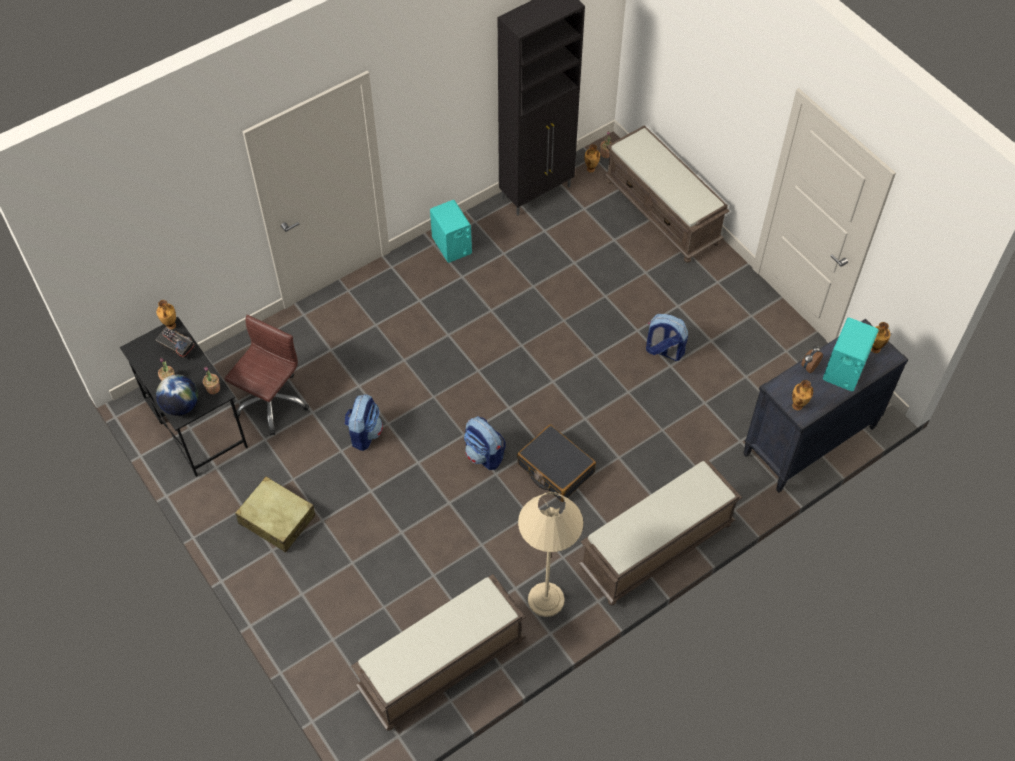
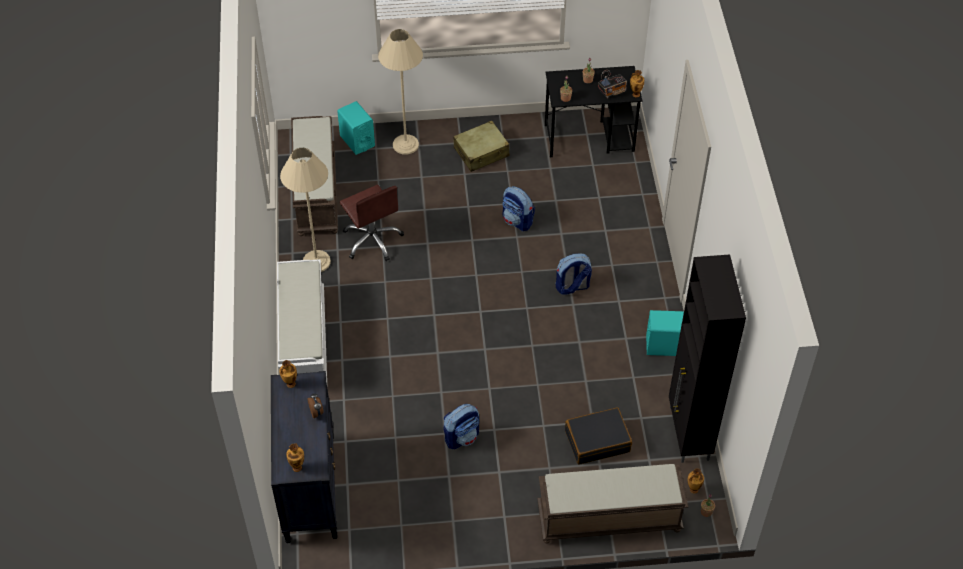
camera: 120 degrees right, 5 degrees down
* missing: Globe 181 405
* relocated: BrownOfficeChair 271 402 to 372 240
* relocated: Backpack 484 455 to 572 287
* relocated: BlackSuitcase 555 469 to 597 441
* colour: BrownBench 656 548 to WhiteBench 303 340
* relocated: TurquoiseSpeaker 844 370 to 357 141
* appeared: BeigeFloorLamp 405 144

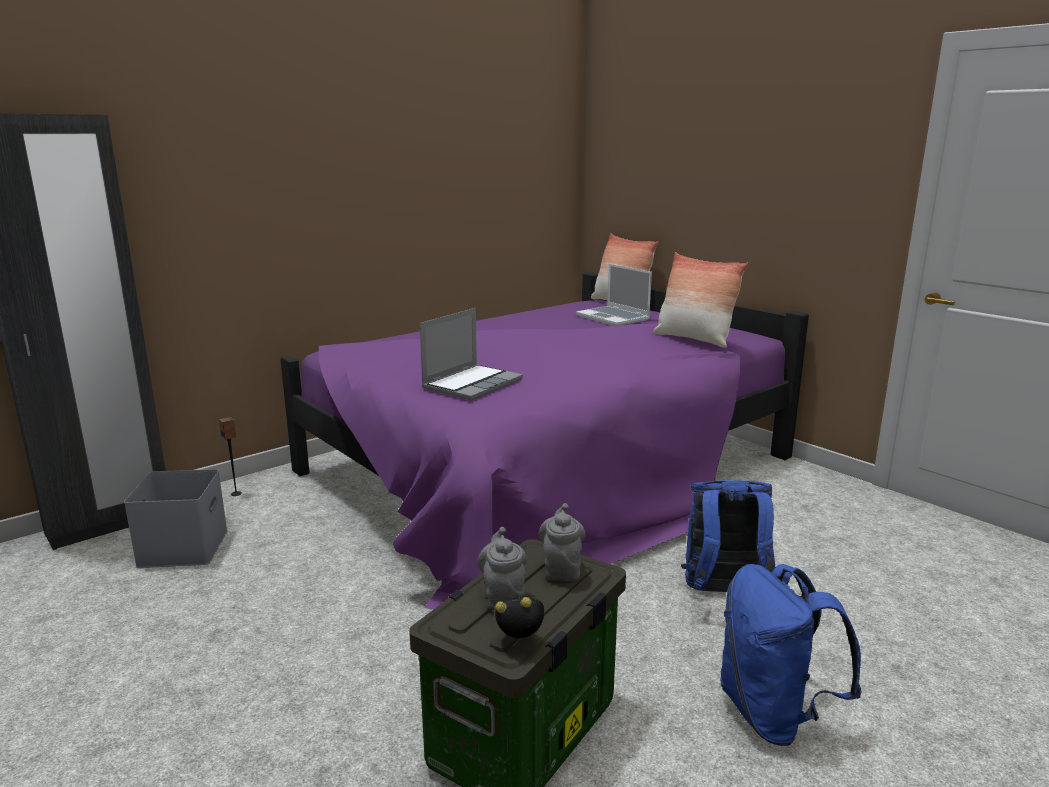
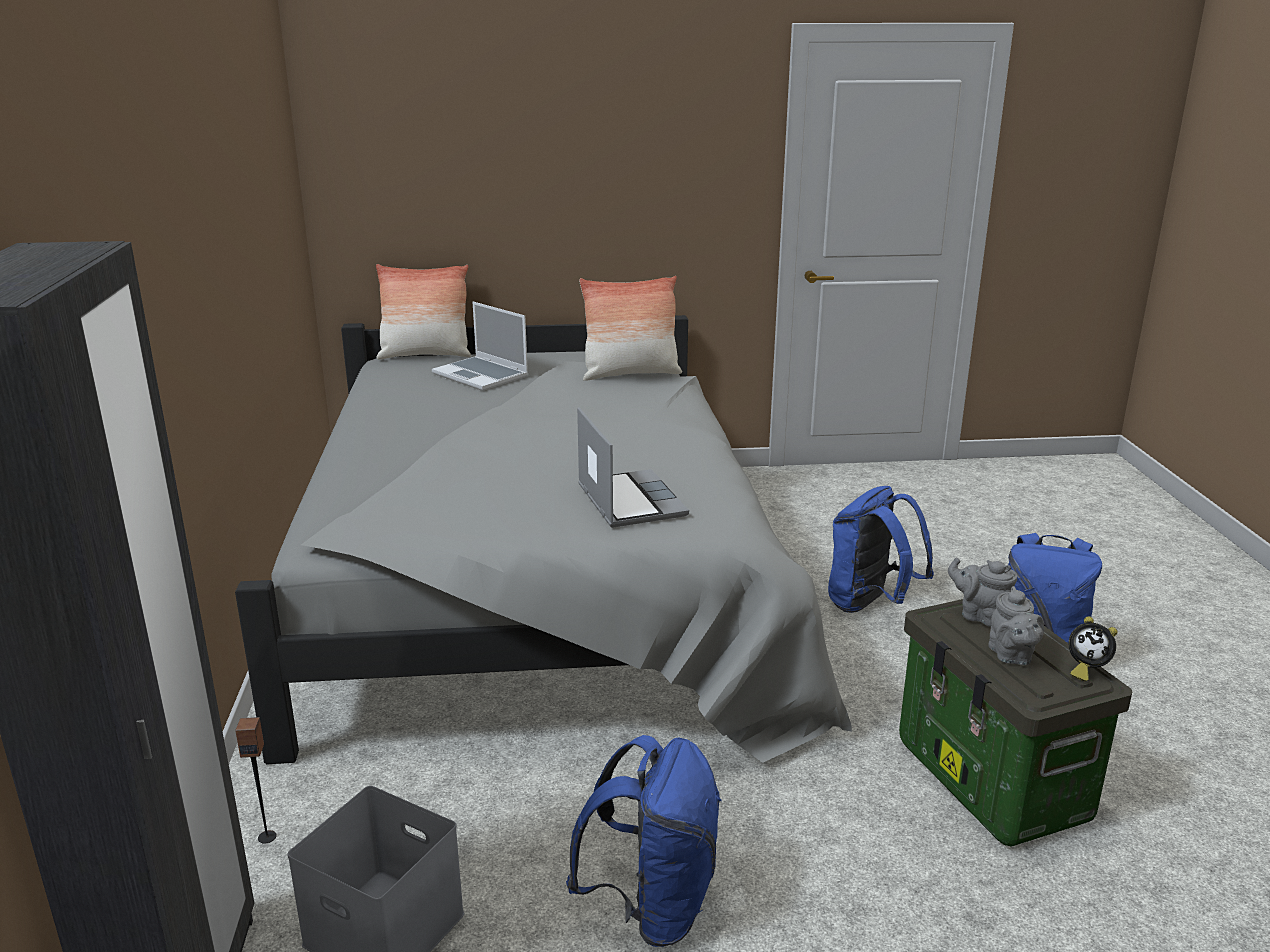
camera: 55 degrees left, 5 degrees up
* colour: PurpleBed 547 472 to GreyBed 543 589
* spun: GreyTeapot 503 597 = 1011 656 120 degrees counterclockwise
* spun: AlarmClock 521 640 = 1085 669 105 degrees counterclockwise
* spun: Laptop 613 318 = 482 375 45 degrees clockwise
* appeared: BlueBackpack 652 906

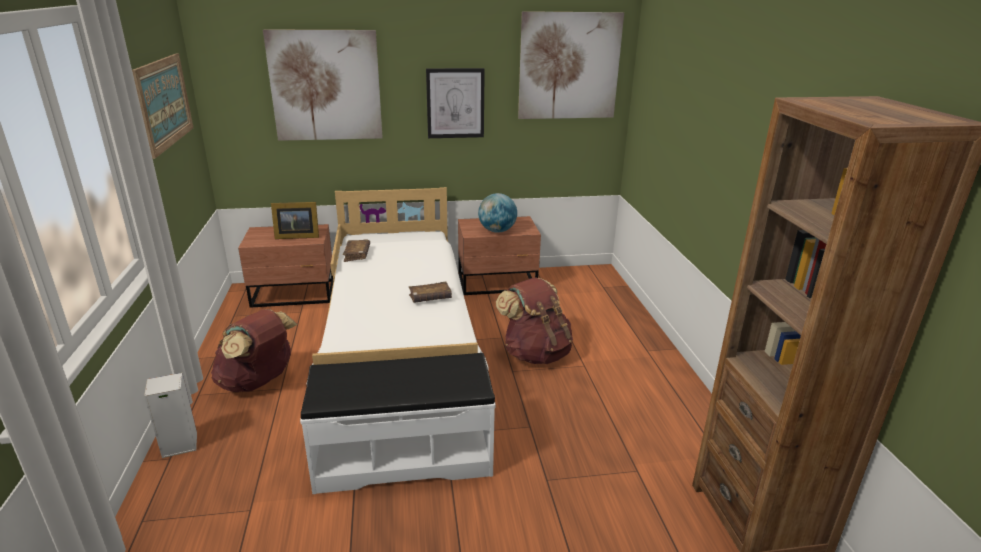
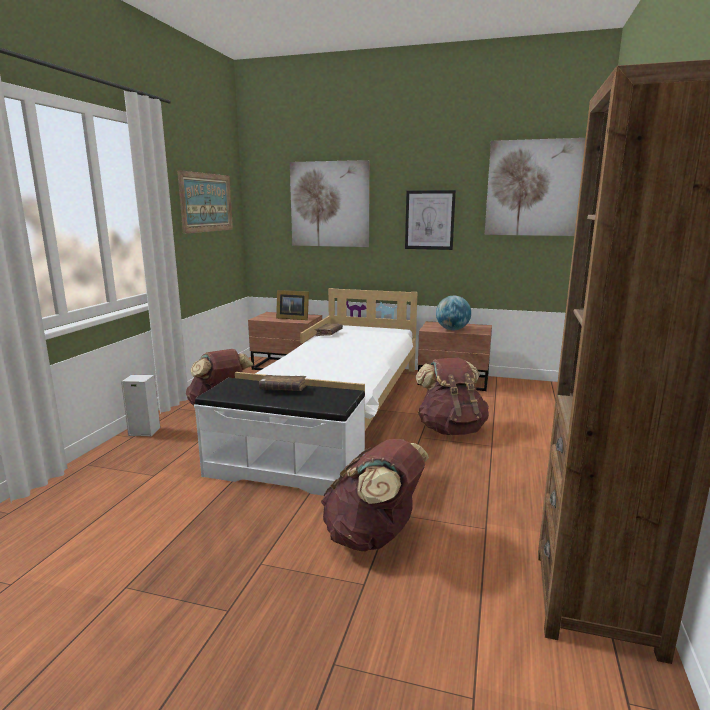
camera: 25 degrees right, 10 degrees down
* relocated: BrownBook 430 298 to 283 389
* appeared: BrownBackpack 373 537

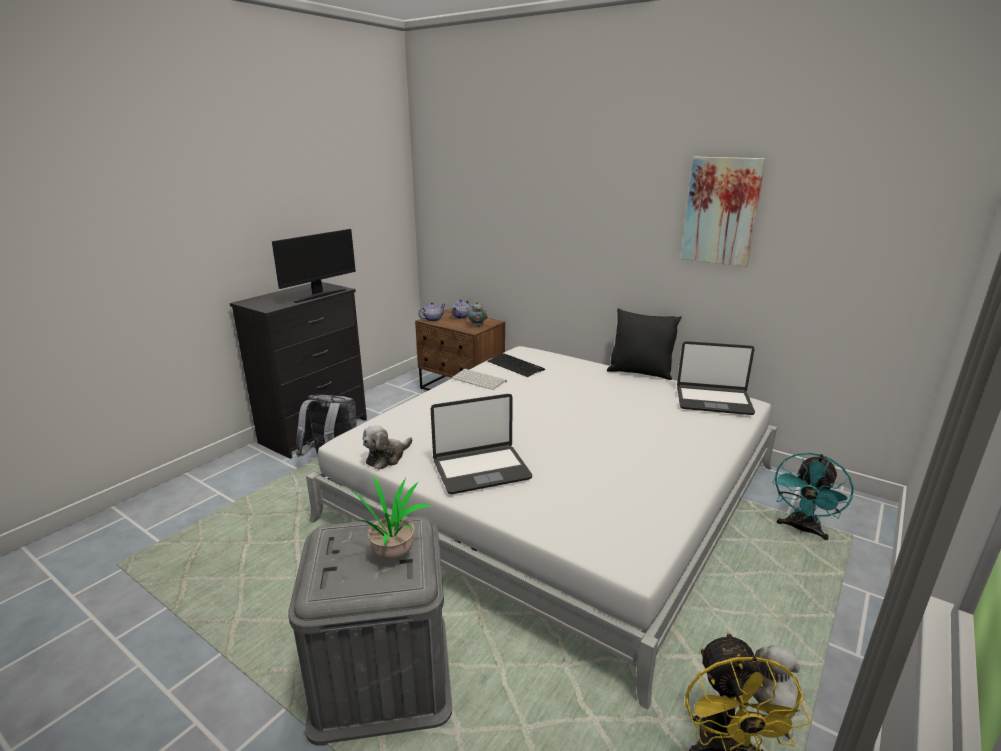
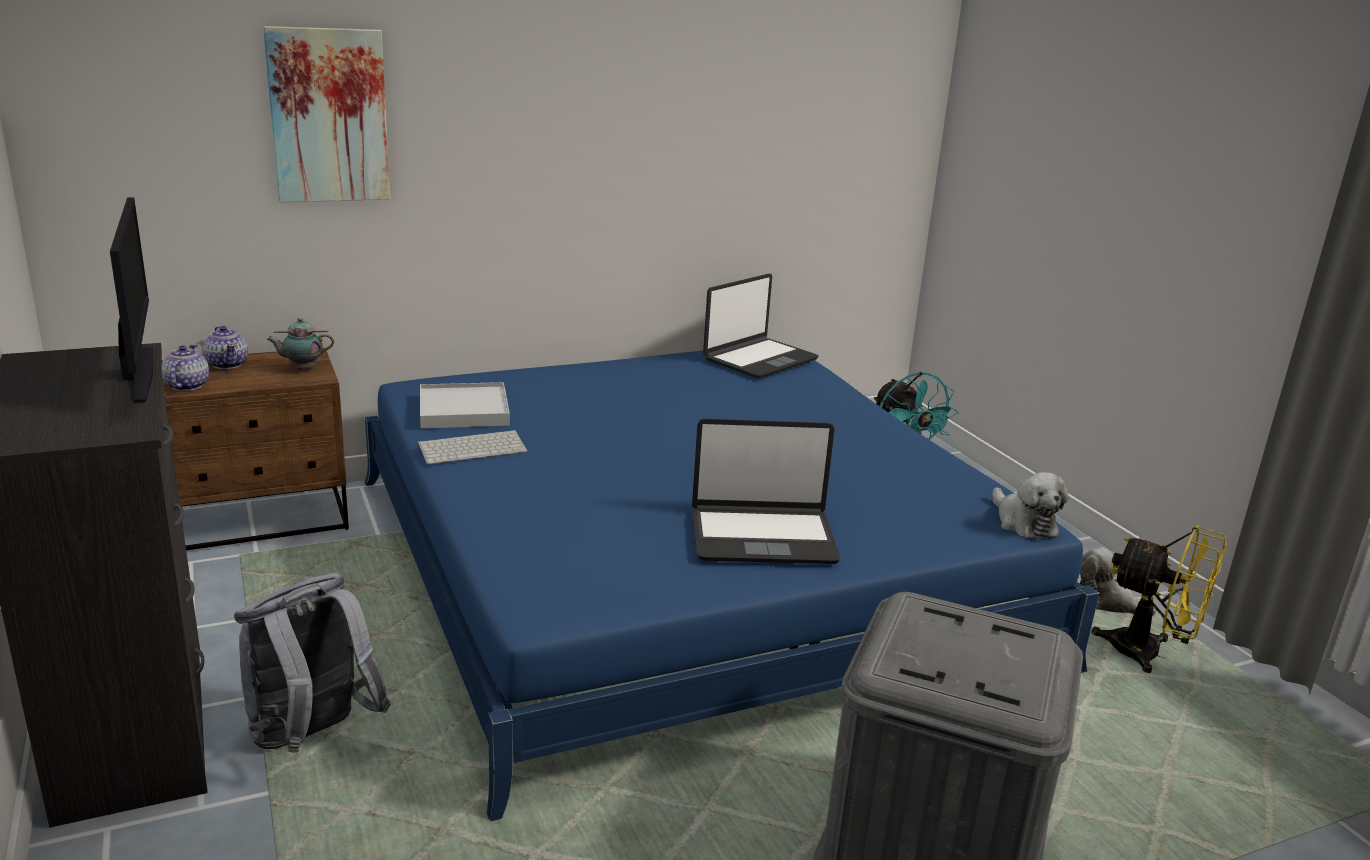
camera: 60 degrees left, 0 degrees up
* colour: WhiteBed 556 493 to BlueBed 682 567
* missing: PottedPlant 391 553
* relocated: PlushToy 387 457 to 1023 522
* spun: Laptop 481 469 = 762 536 75 degrees clockwise
* exchanged: Keyboard 515 366 to WhiteTray 464 410
* missing: BlackPillow 640 373
* relocated: Picture 721 211 to 328 116

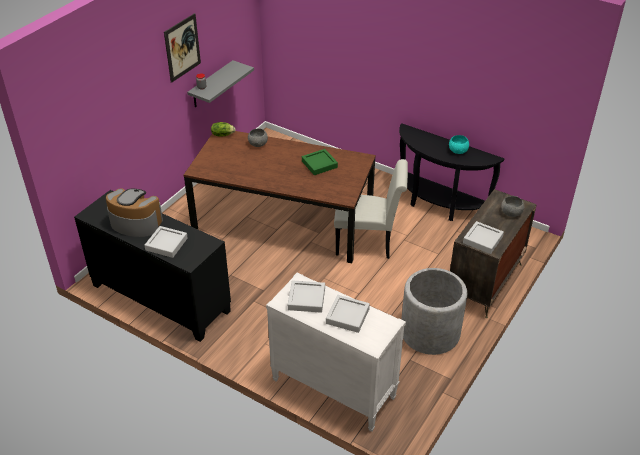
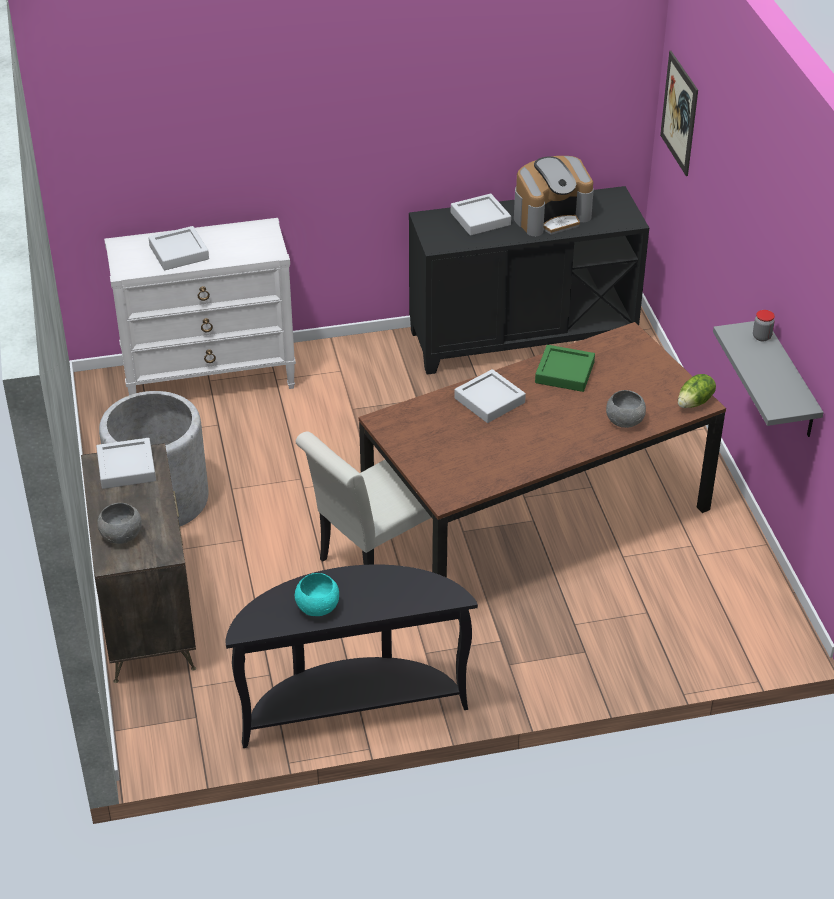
camera: 135 degrees right, 0 degrees up
* relocated: Picture 182 47 to 679 113
* relocated: GreyTray 306 299 to 489 400
* relocated: GreenTray 319 164 to 564 372

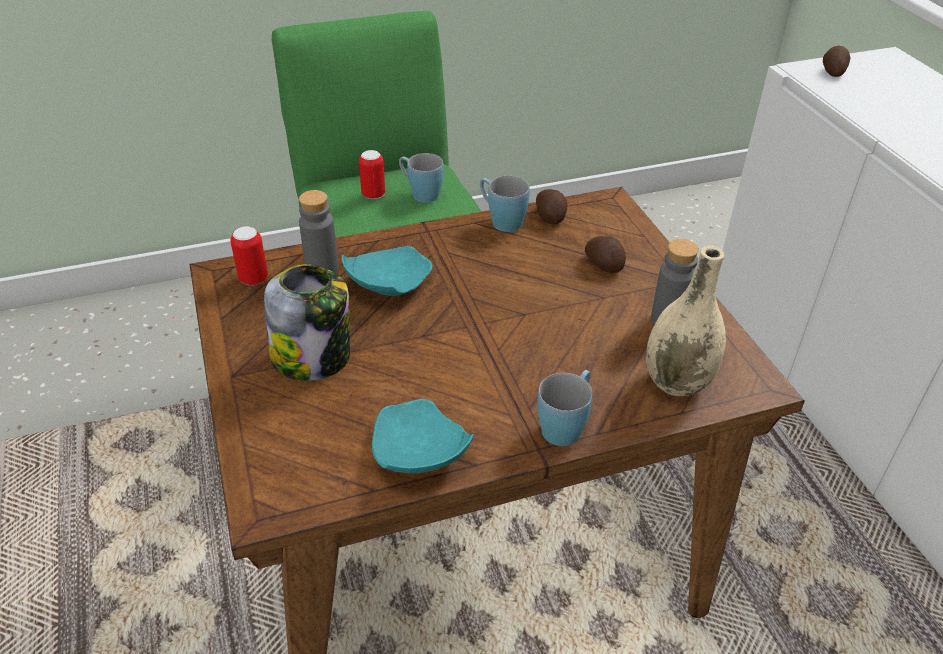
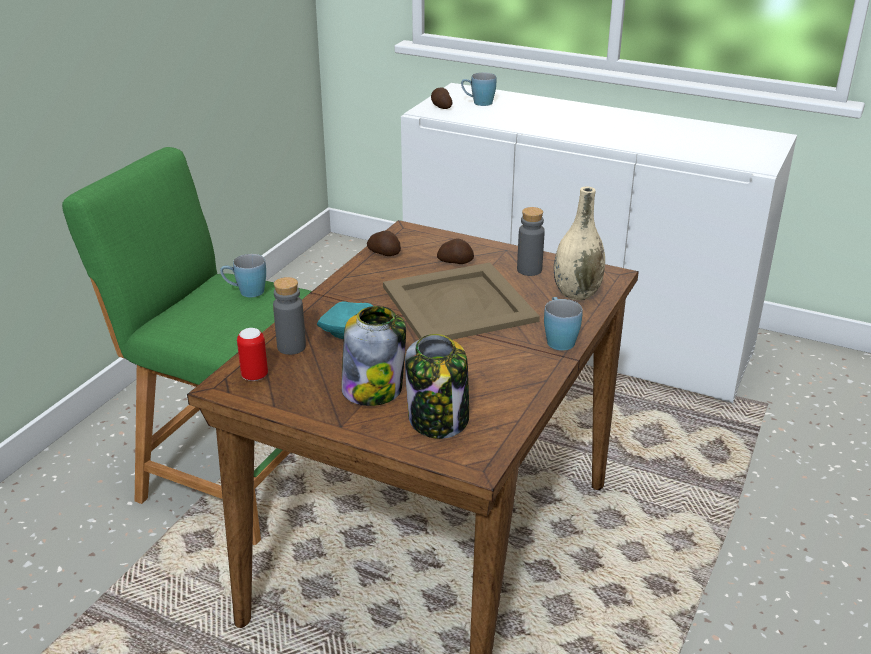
camera: 45 degrees left, 10 degrees down
* missing: Can 373 195
* missing: TurquoisePlate 417 454
* relocated: BlueMug 501 220 to 478 103
* appeared: BeigeTray 458 304
* appeared: Jar 438 419

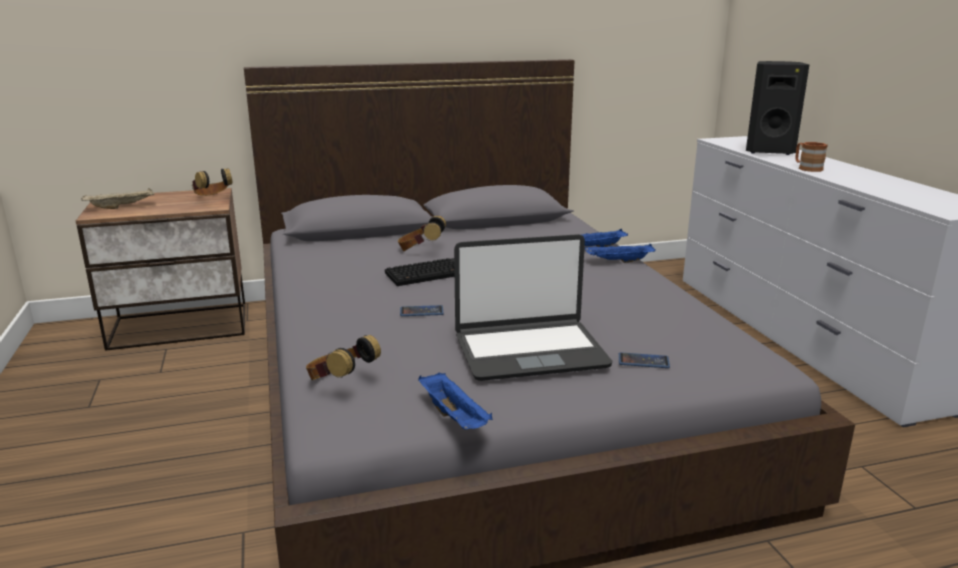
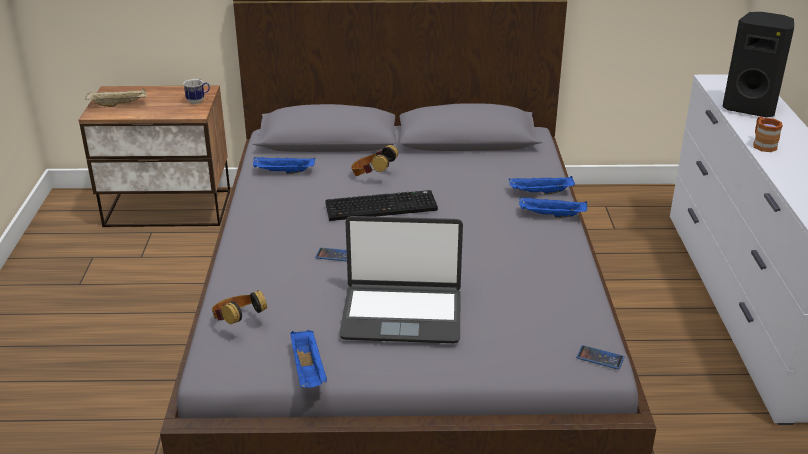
camera: 15 degrees right, 10 degrees up
* exchanged: Headphones 213 198 to Mug 198 101
* relocated: Phone 643 361 to 600 358
* appeared: BlueTray 283 172

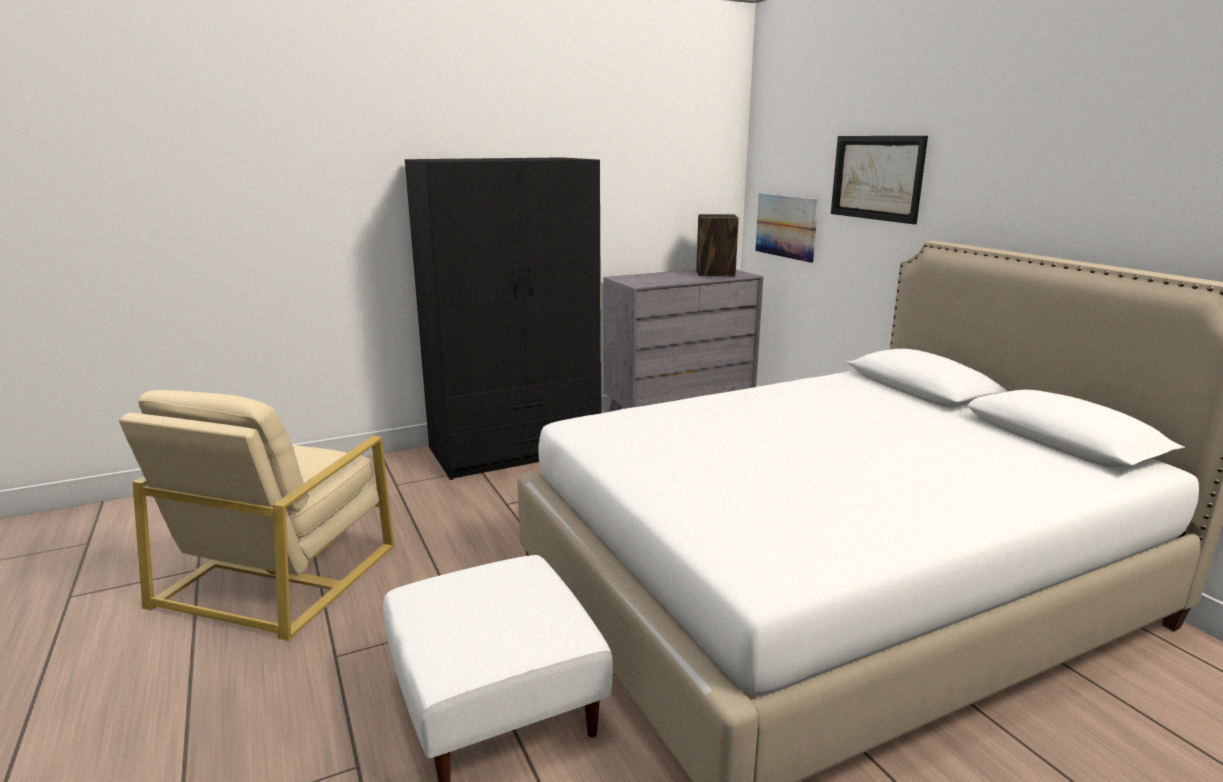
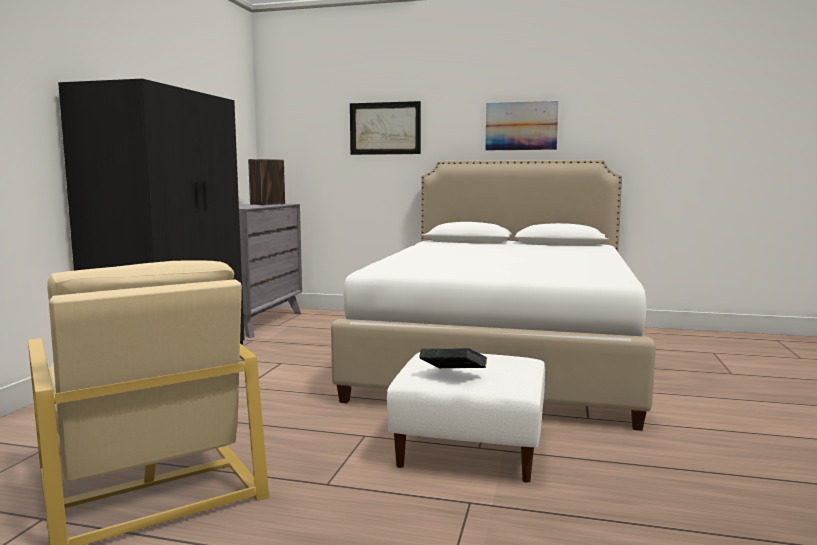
camera: 50 degrees left, 10 degrees down
* relocated: Picture 786 226 to 521 126
* appeared: Book 453 376

